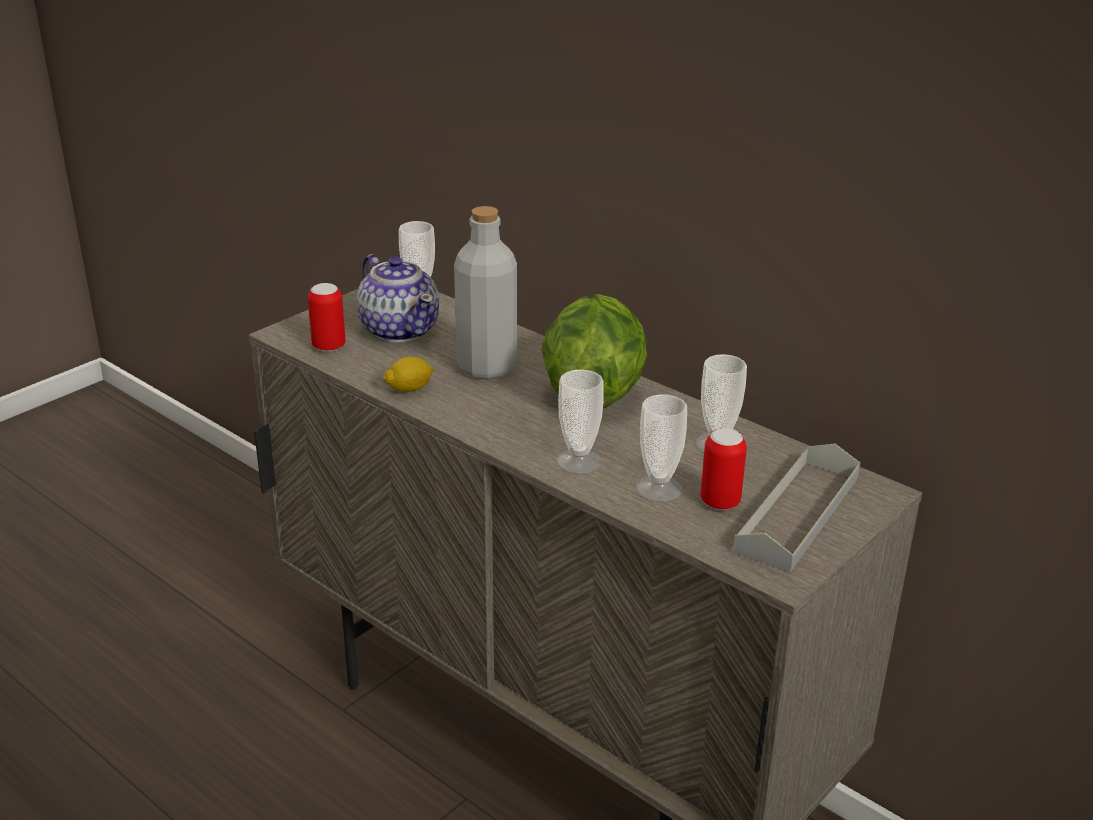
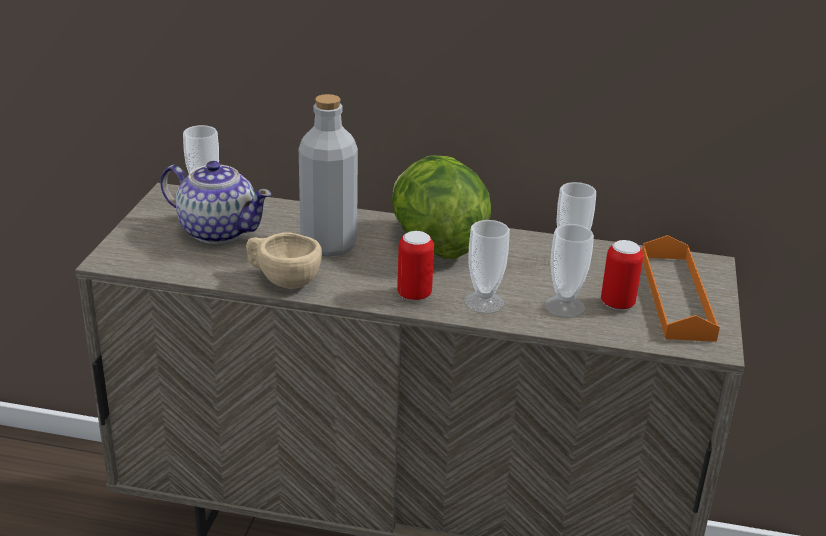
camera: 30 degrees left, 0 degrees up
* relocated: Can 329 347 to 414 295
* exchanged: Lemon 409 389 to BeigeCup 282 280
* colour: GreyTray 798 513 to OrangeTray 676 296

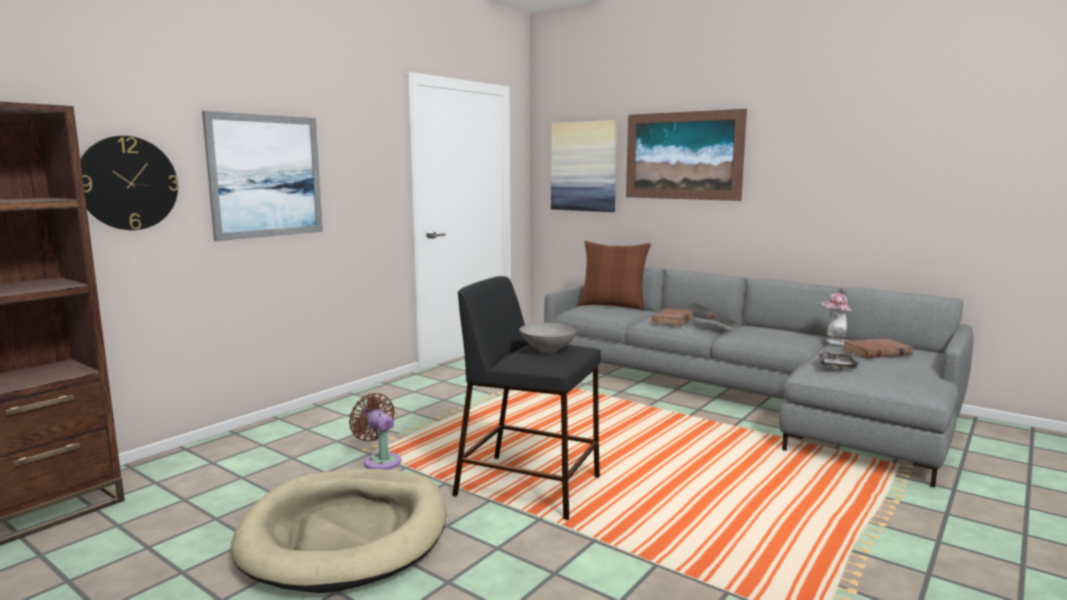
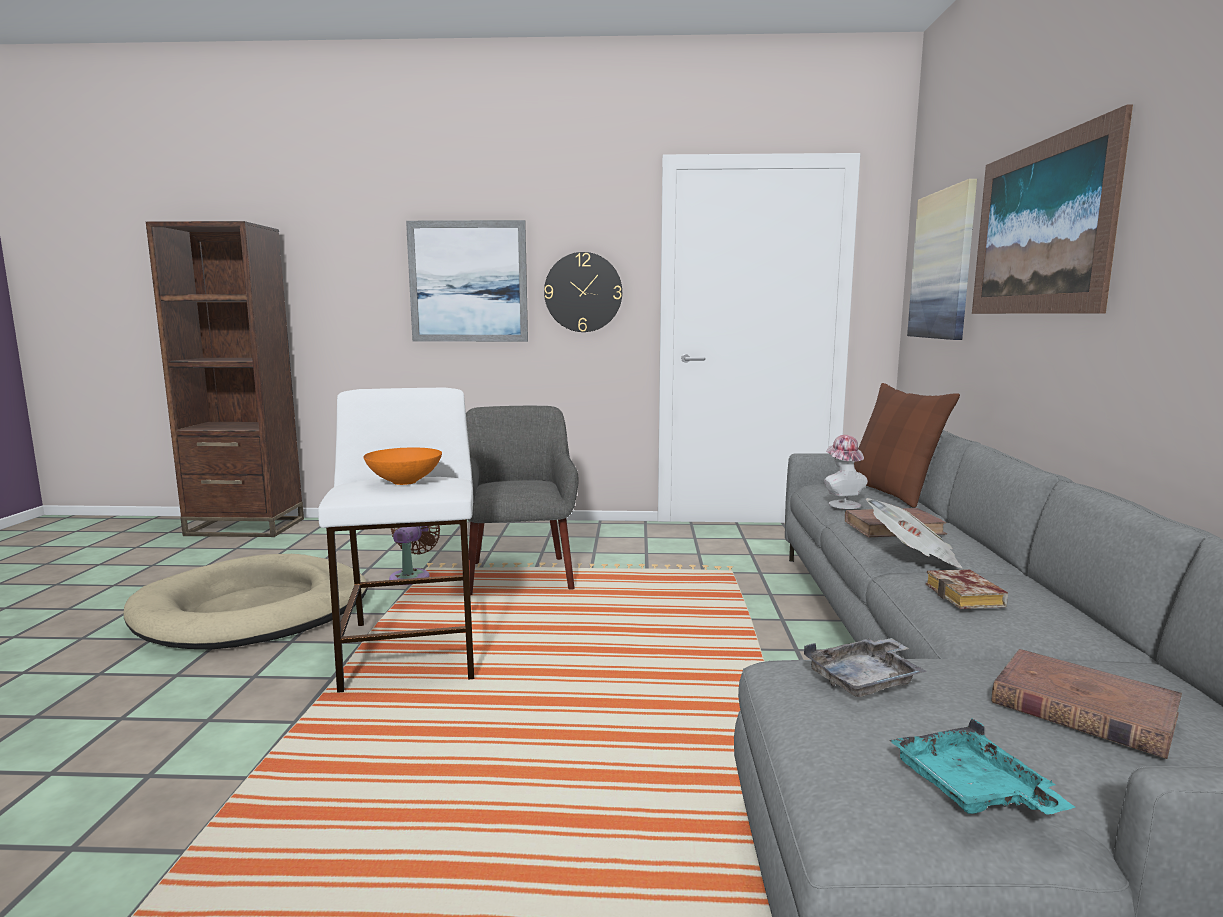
camera: 55 degrees right, 0 degrees up
* relocated: WallClock 128 183 to 583 292
* colour: BlackStool 530 486 to WhiteStool 412 651
* colour: GreyBowl 547 350 to OrangeBowl 404 482
* relocated: Hat 834 341 to 841 503
* appeared: GreyArmchair 519 574
* appeared: TurquoiseTray 971 790
* appeared: Book 968 597

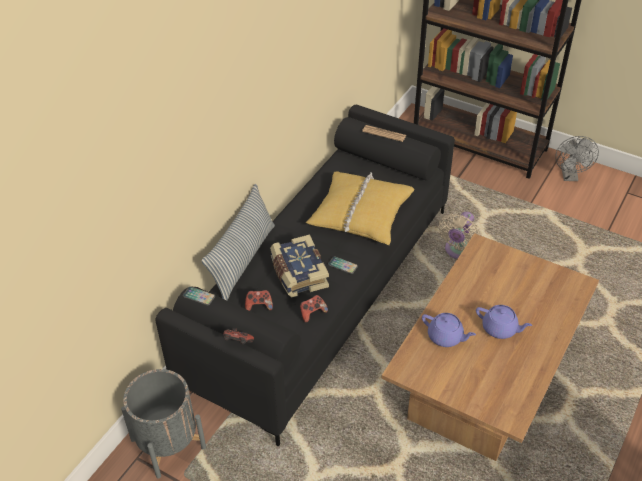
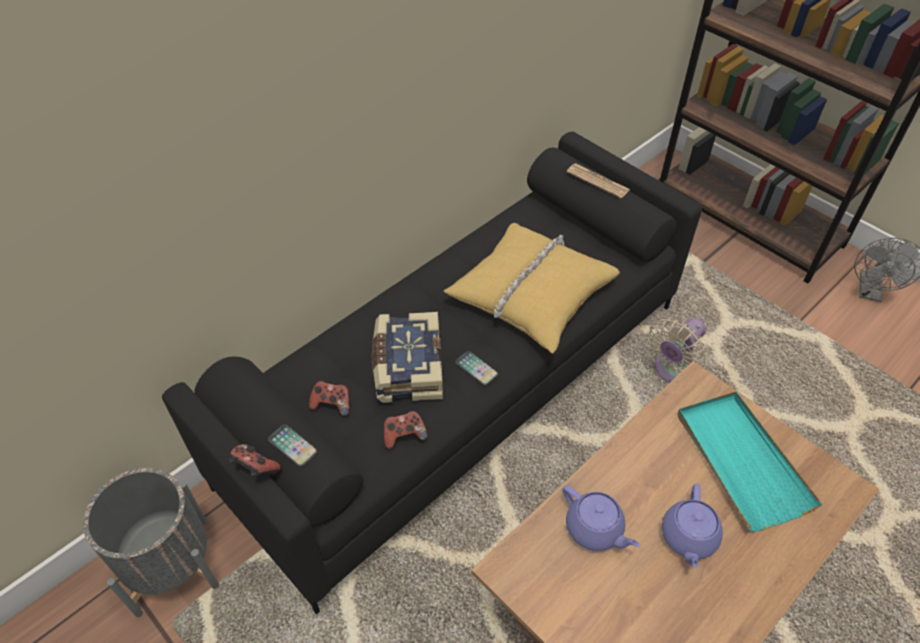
camera: 15 degrees right, 5 degrees up
* relocated: Phone 199 296 to 292 446
* missing: Pillow 243 260
* spun: PurpleTeapot 500 329 = 688 537 60 degrees clockwise
* appeared: TurquoiseTray 741 461

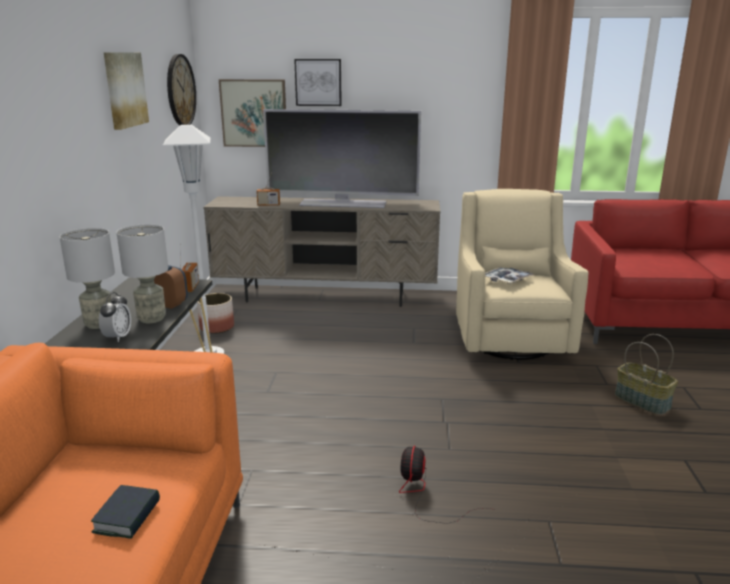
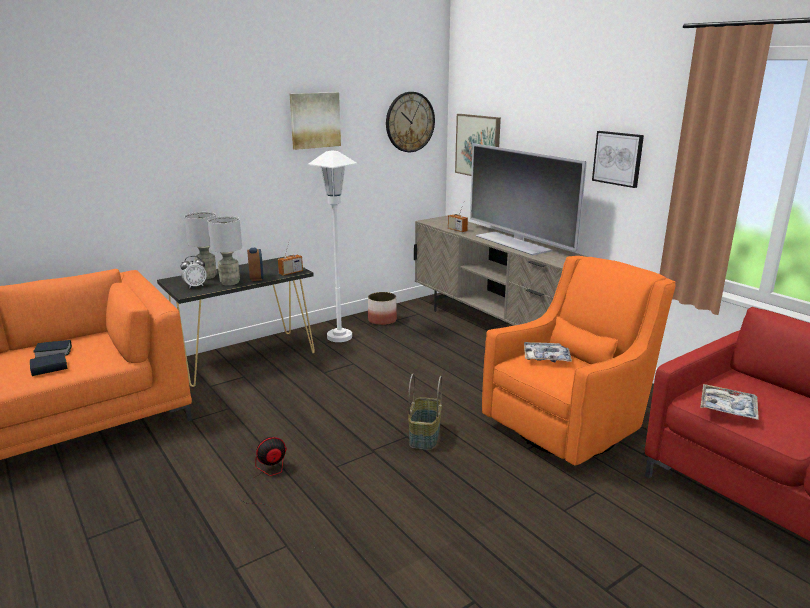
camera: 50 degrees right, 0 degrees up
* relocated: Picture 318 82 to 618 158
* colour: BeigeArmchair 509 338 to OrangeArmchair 569 428
* relocated: Basket 643 401 to 425 436
* appeared: Book 53 352
* appeared: Tray 727 408

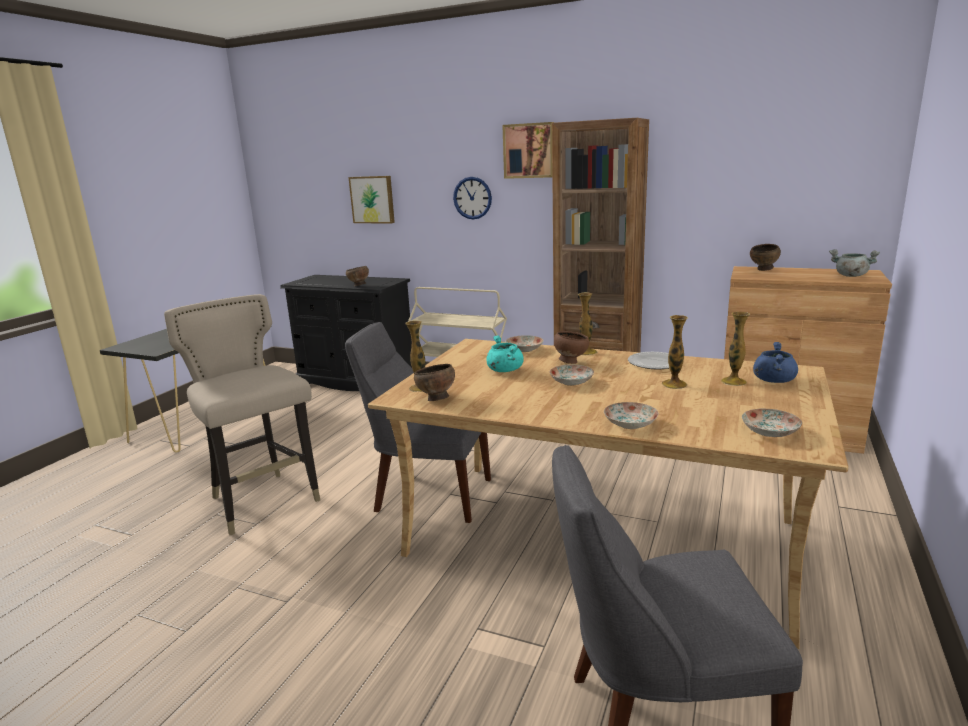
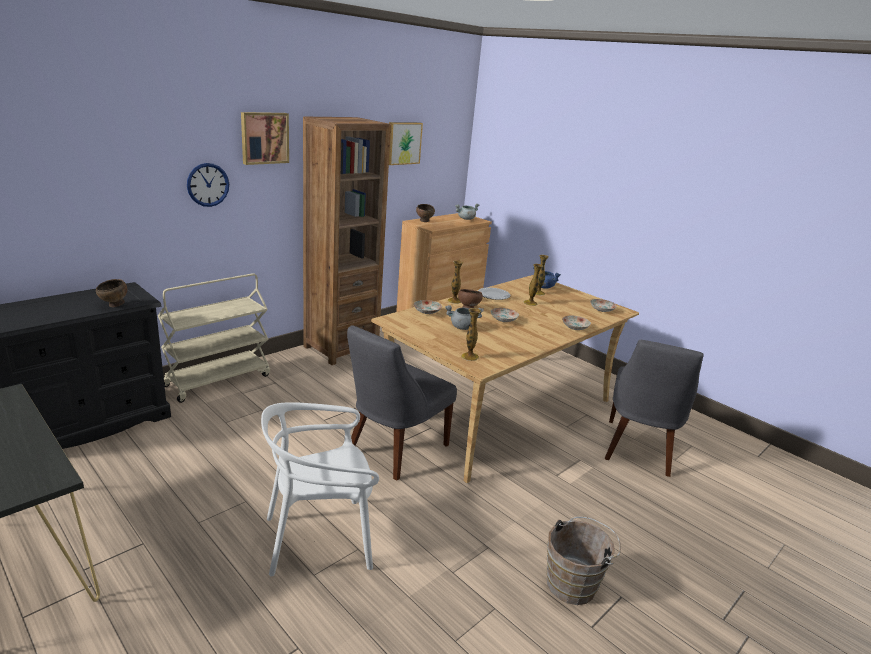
camera: 70 degrees left, 5 degrees up
* exchanged: BeigeStool 263 502 to WhiteChair 319 539
* relocated: Picture 373 199 to 403 143
* missing: BrownBowl 436 399
* colour: TurquoiseCookingPot 504 370 to GreyCookingPot 462 327
* appeared: BrownBucket 574 583

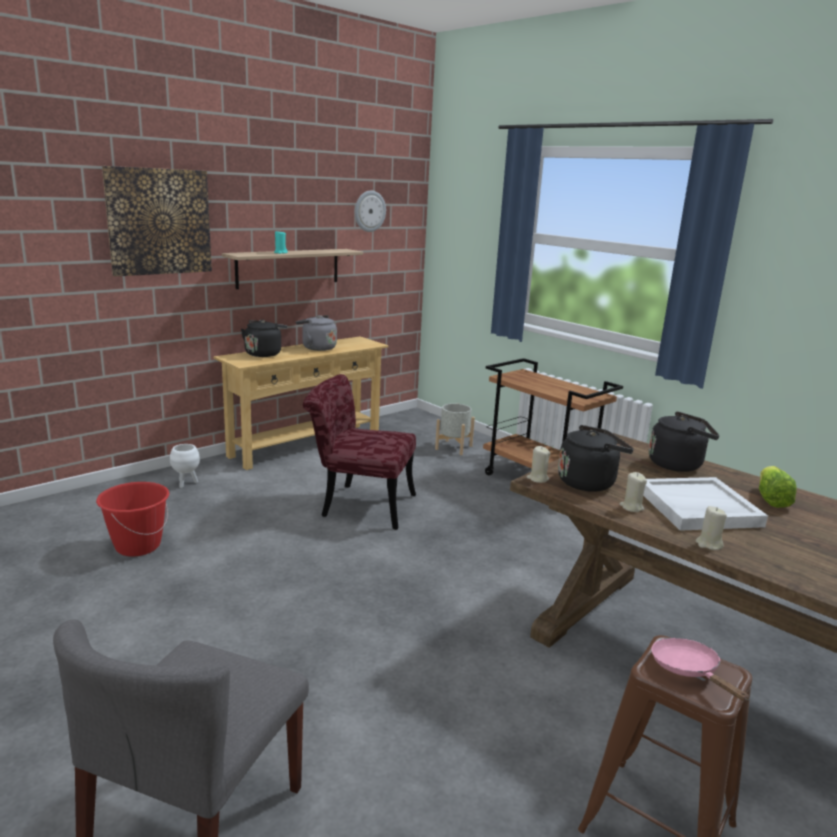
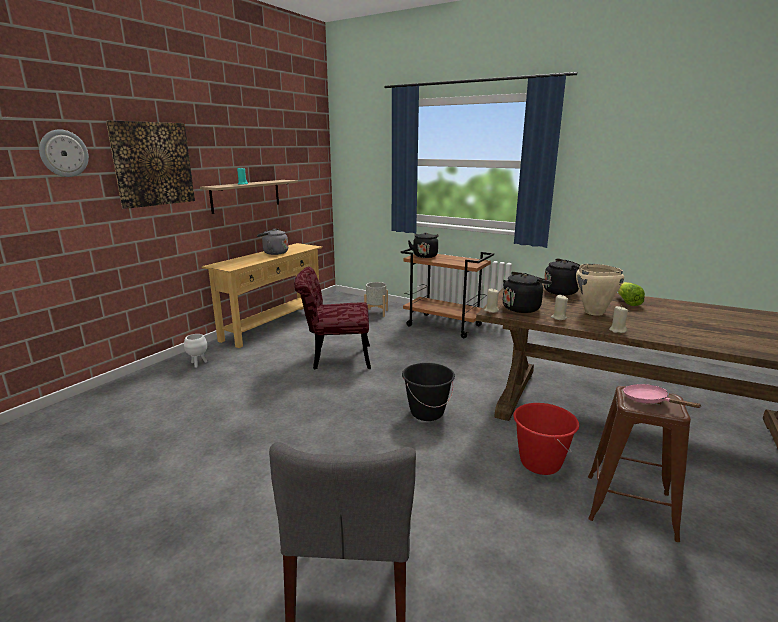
camera: 15 degrees left, 0 degrees up
* relocated: RedBucket 137 546 to 539 463
* relocated: BlackKettle 264 353 to 425 256
* relocated: WallClock 369 211 to 63 153
* exchanged: WhiteTray 697 508 to BeigeCookingPot 594 312
* appeared: BlackBucket 427 412

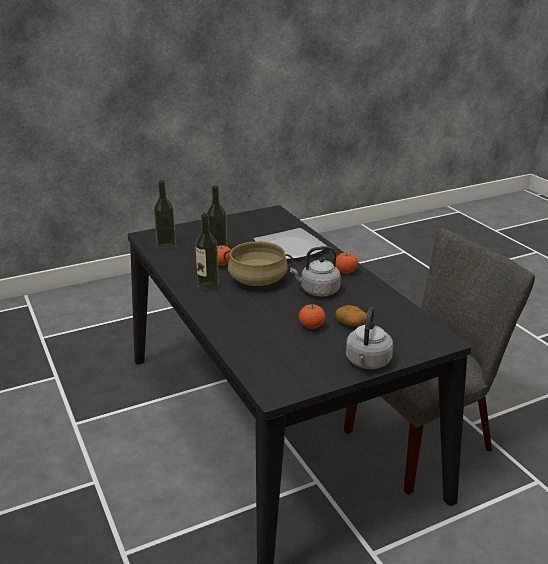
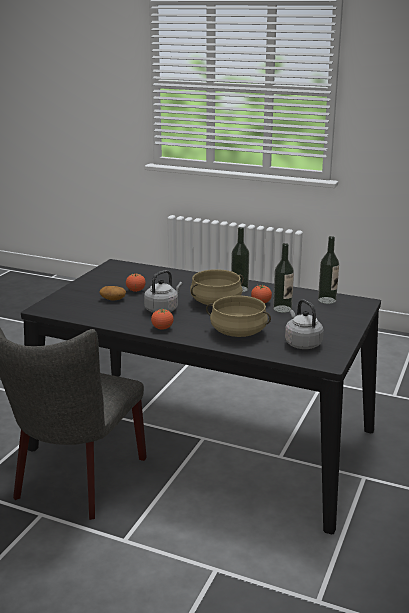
camera: 140 degrees right, 5 degrees down
* exchanged: Plate 291 248 to BeigeCookingPot 238 332
* relocated: GreyKettle 367 362 to 302 343

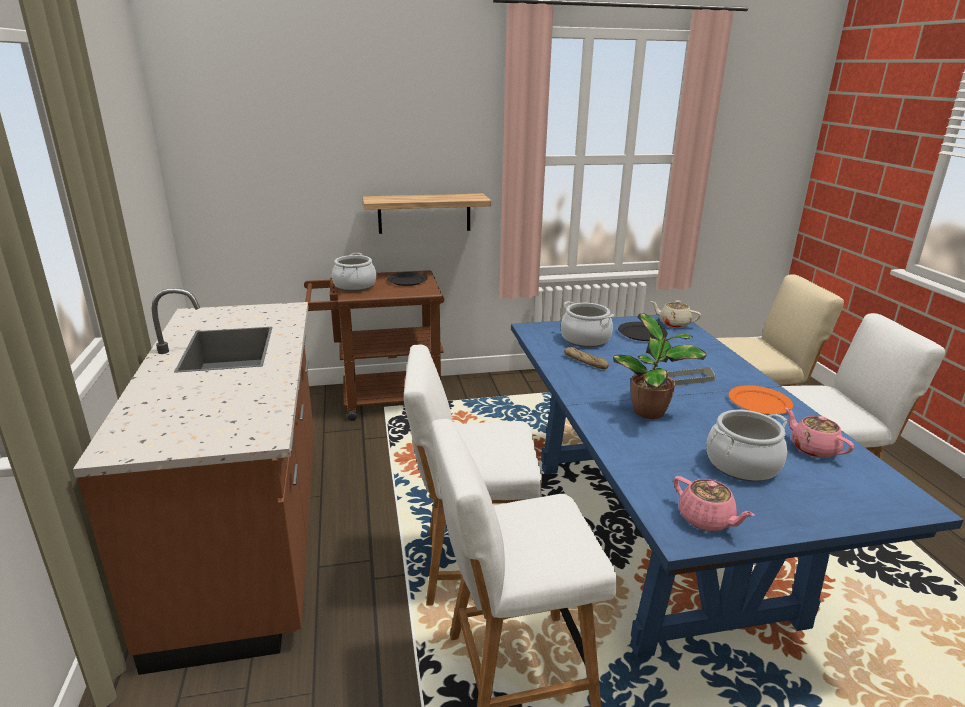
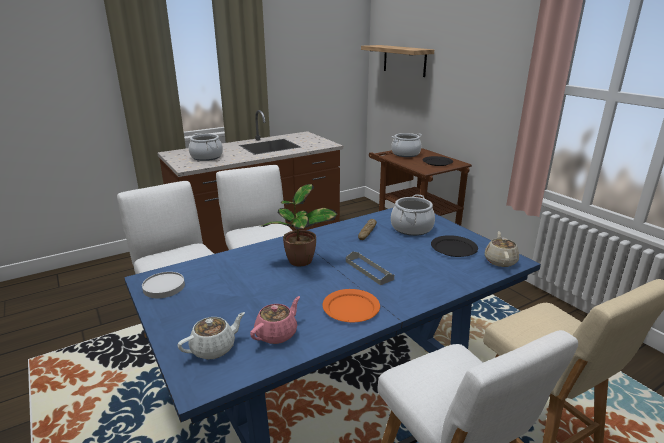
camera: 70 degrees right, 0 degrees up
* relocated: Shelf 424 213 to 404 60
* exchanged: PinkTeapot 706 519 to WhitePlate 164 287
* relocated: CookingPot 741 464 to 206 157
* appeared: WhiteTeapot 214 348

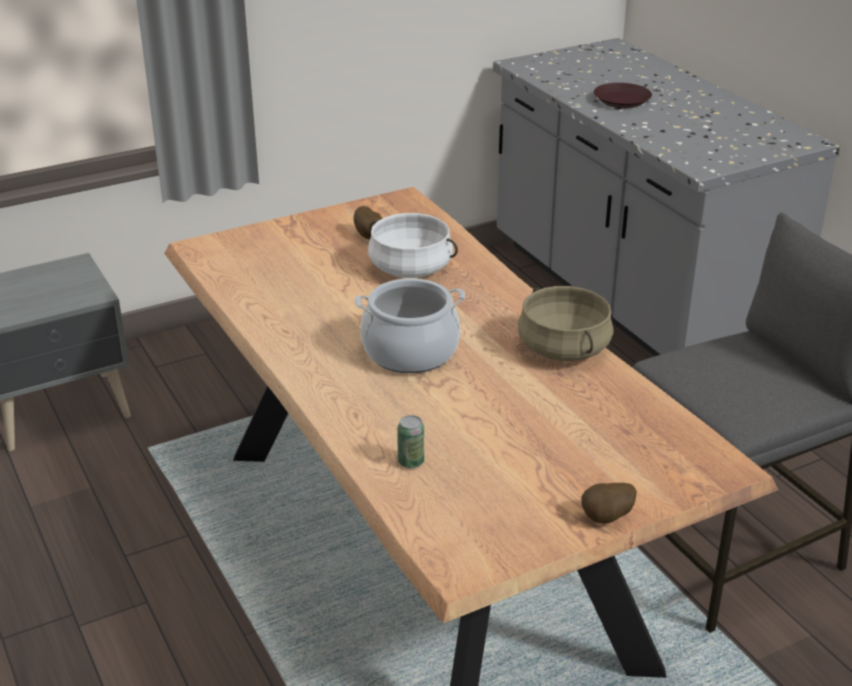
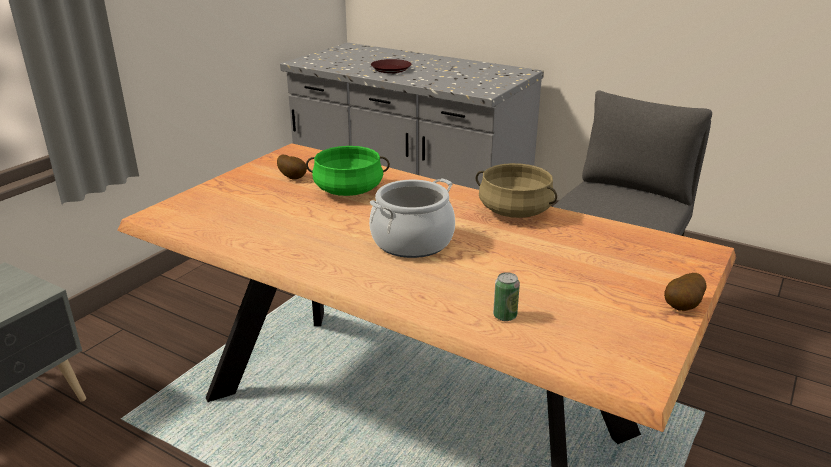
camera: 30 degrees left, 5 degrees down
* colour: WhiteCookingPot 411 268 to GreenCookingPot 349 190

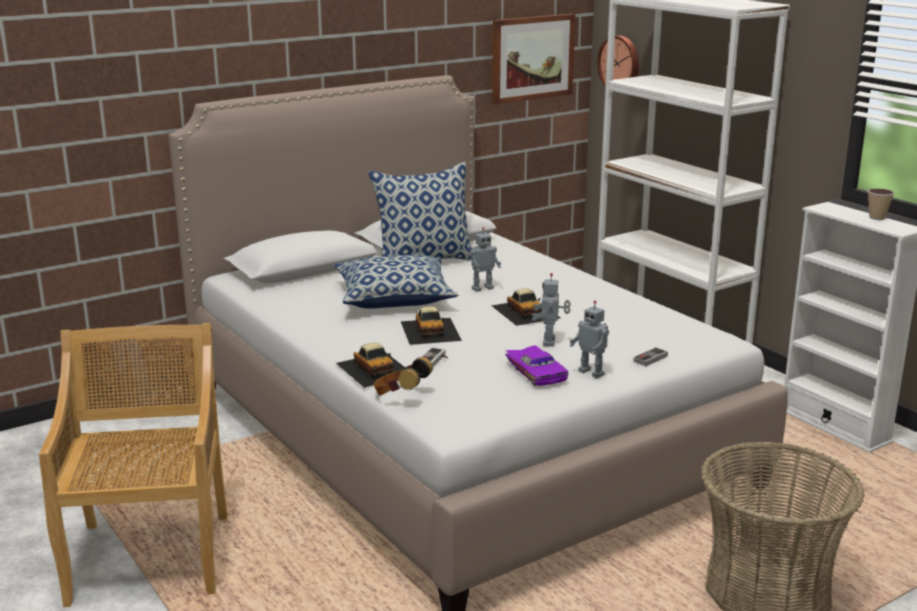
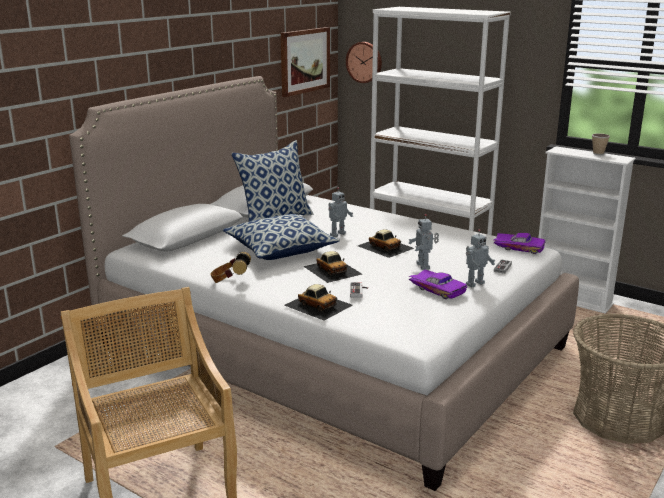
camera: 20 degrees left, 0 degrees up
* relocated: Headphones 400 396 to 230 281
* spun: ToyRobot 592 372 = 474 283 60 degrees counterclockwise
* appeared: PurpleToyCar 519 247

